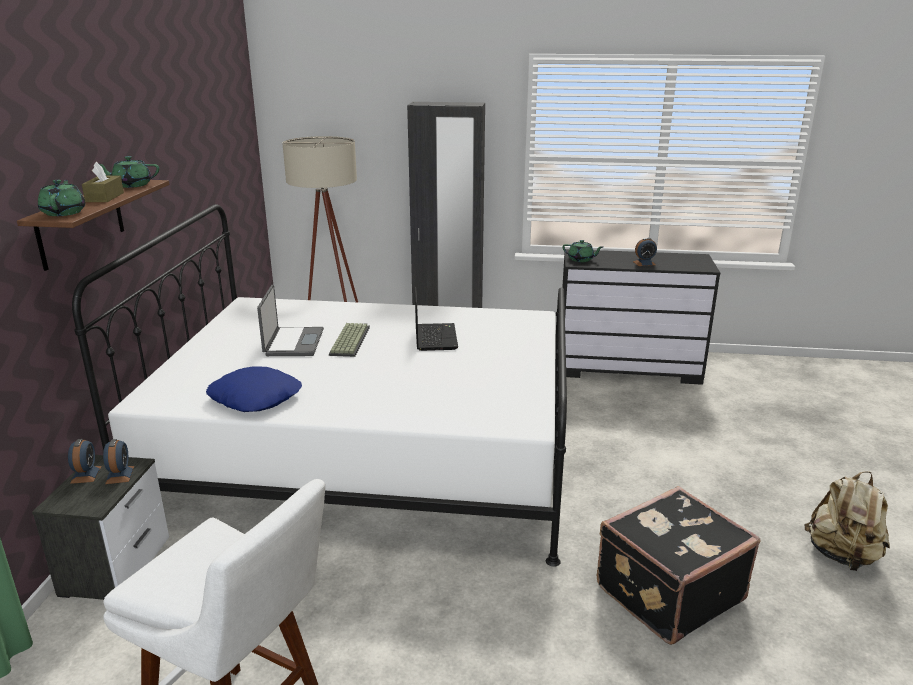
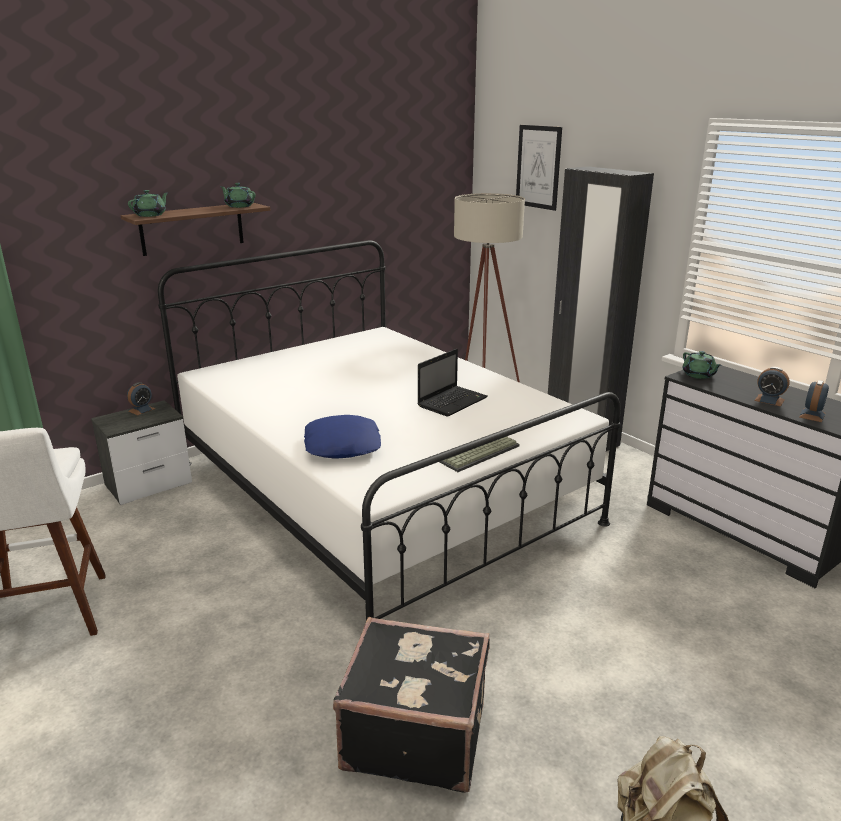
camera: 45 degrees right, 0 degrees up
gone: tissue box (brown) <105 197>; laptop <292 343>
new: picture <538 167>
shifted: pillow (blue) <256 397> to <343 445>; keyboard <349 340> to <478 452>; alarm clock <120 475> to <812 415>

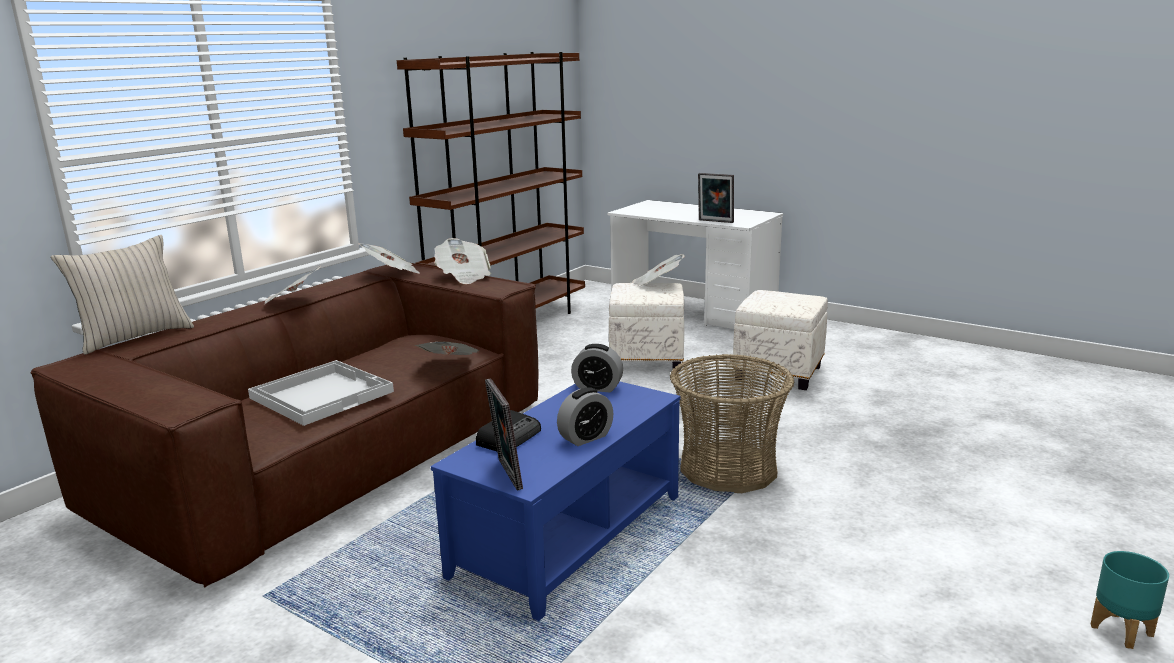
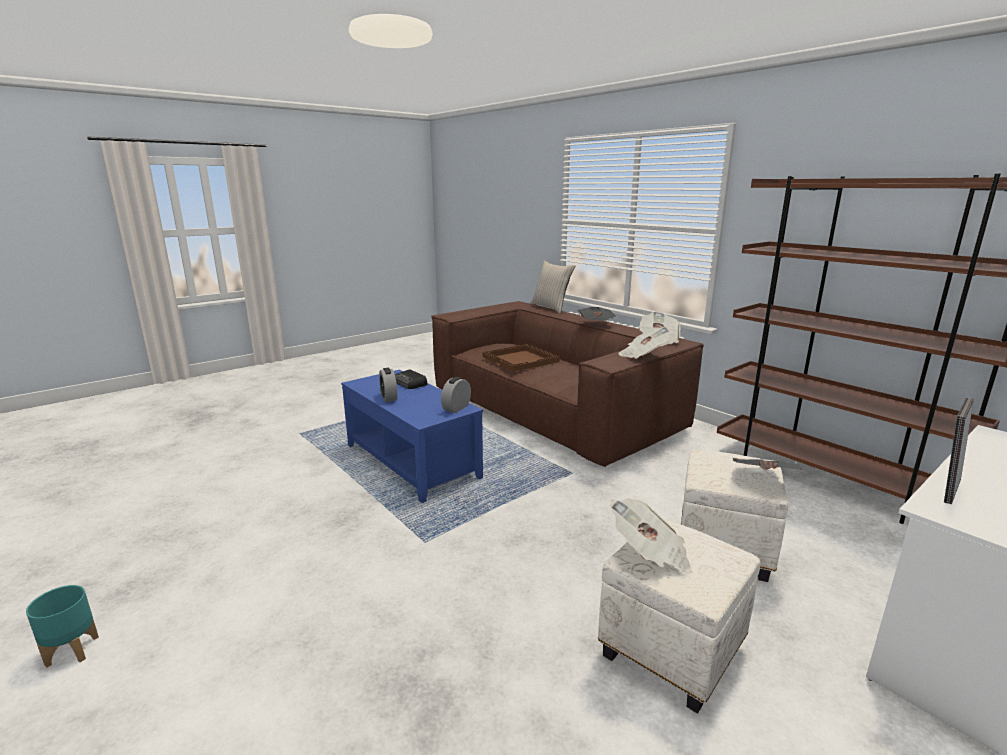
camera: 105 degrees right, 0 degrees up
gone: picture frame <506 475>; basket <728 468>
shifted: newspaper <450 365> to <650 554>
repainted: tray (white) <322 394> to tray (brown) <521 359>

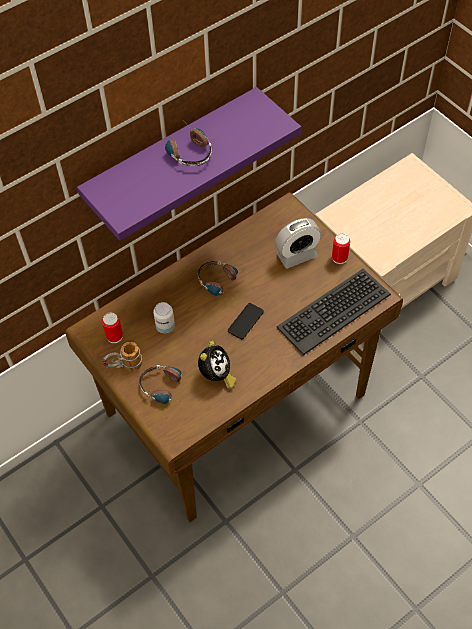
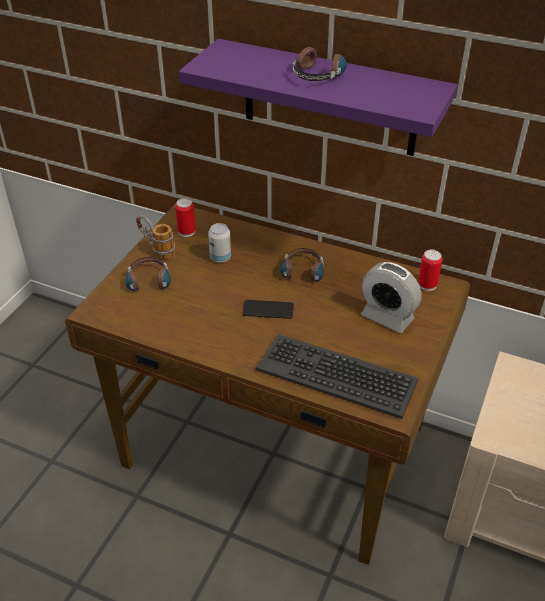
camera: 60 degrees right, 15 degrees down
gone: alarm clock <216 376>
shifted: can <339 258> to <427 284>

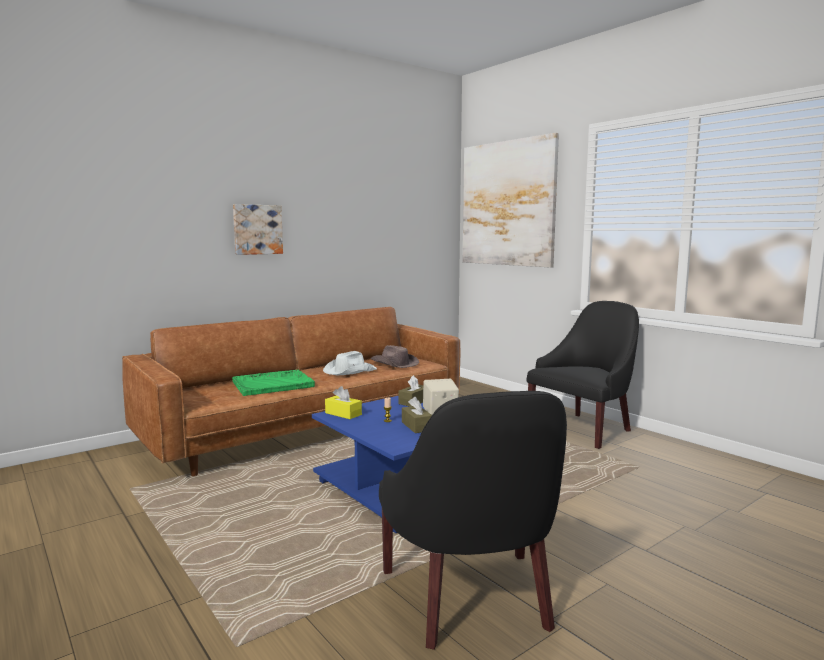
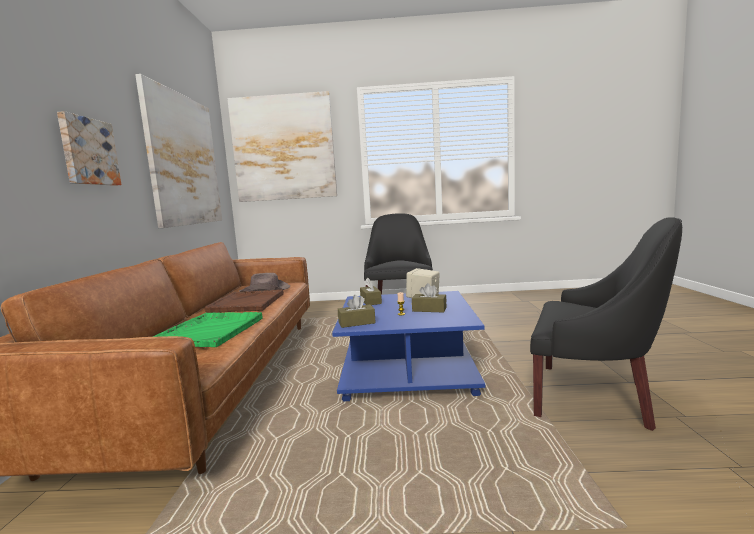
camera: 50 degrees left, 0 degrees up
new: picture <184 160>
swapped: hat (white) <349 371> to tray (brown) <246 303>
repainted: tissue box (yellow) <343 414> to tissue box (brown) <356 323>

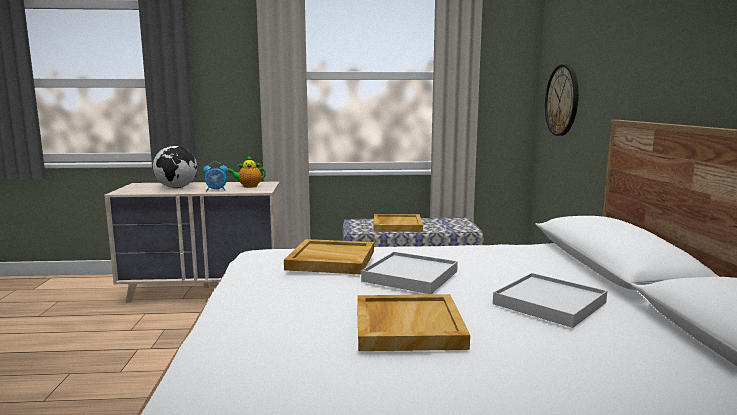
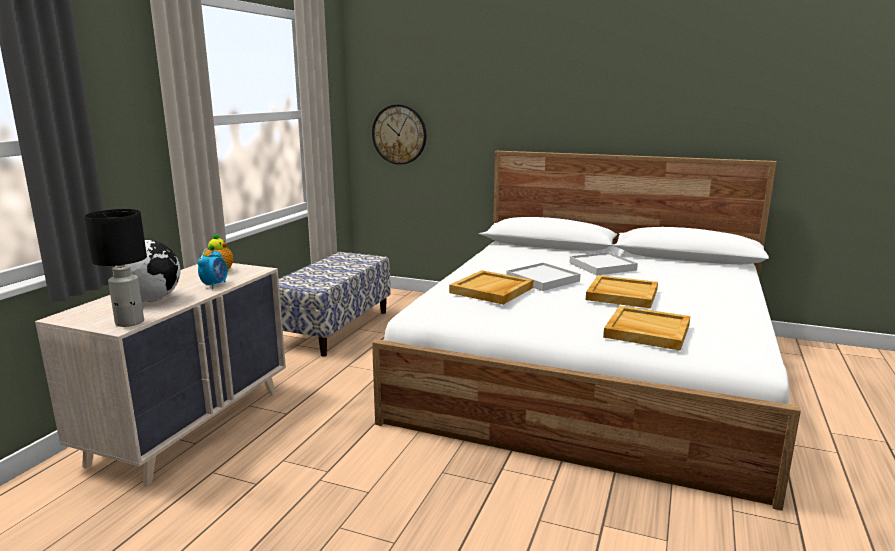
camera: 65 degrees left, 5 degrees up
new: table lamp (black) <130 322>
shifted: tray (beige) <396 225> to <646 331>

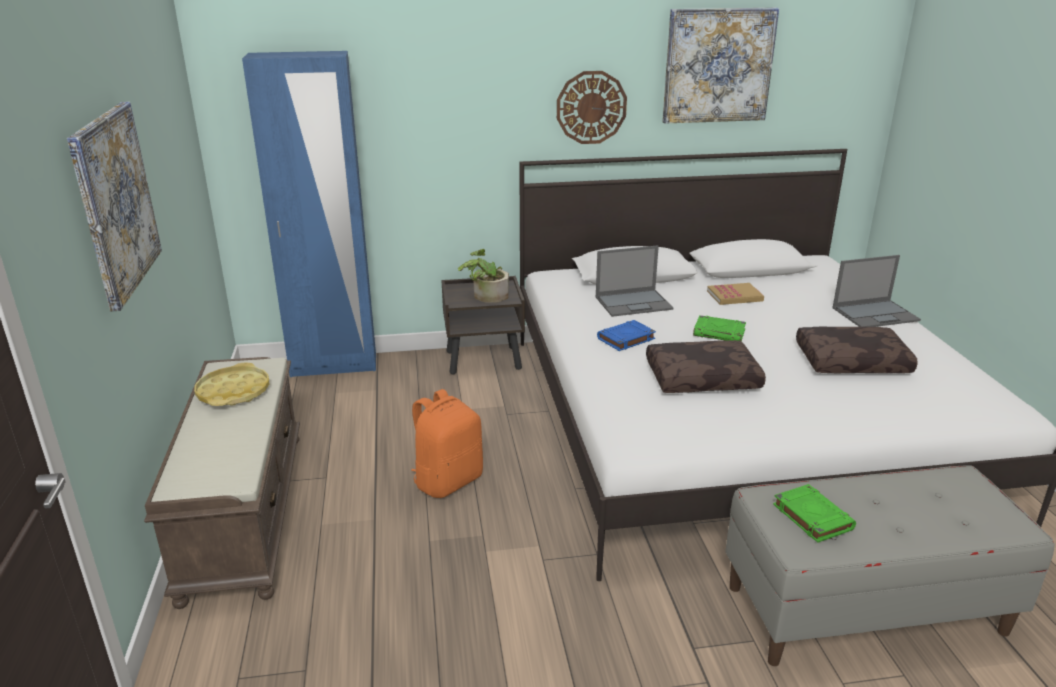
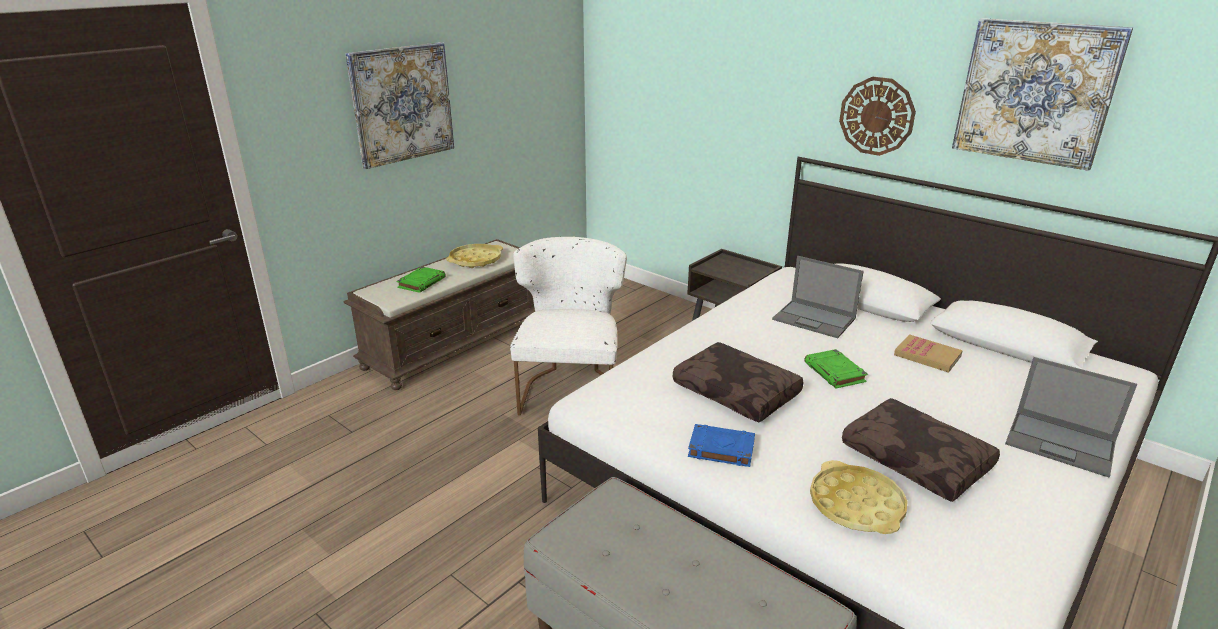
camera: 50 degrees right, 0 degrees up
gone: wardrobe (blue) <333 366>; potted plant <486 295>
new: tray (yellow) <856 505>
shifted: book (green) <811 516> to <421 282>; book (blue) <625 339> to <720 449>
swapped: backpack (orange) <448 481> to chair (white) <571 389>

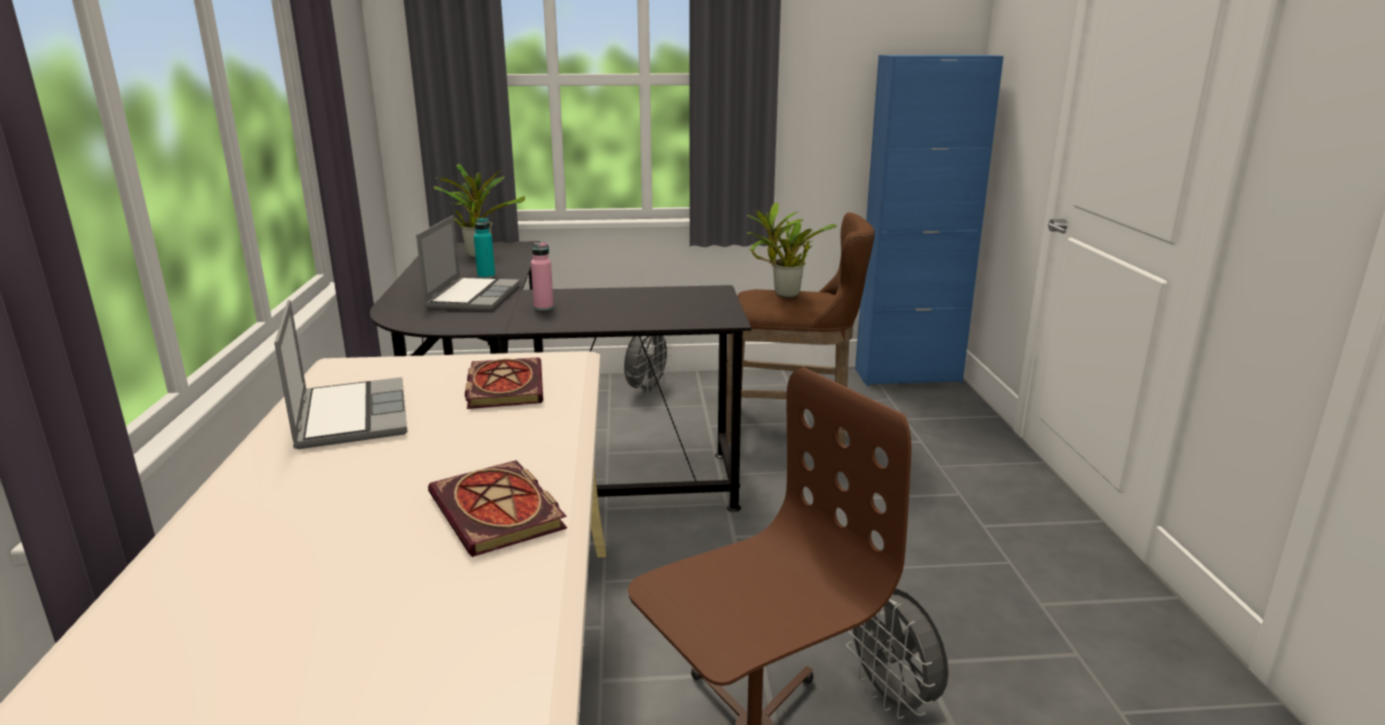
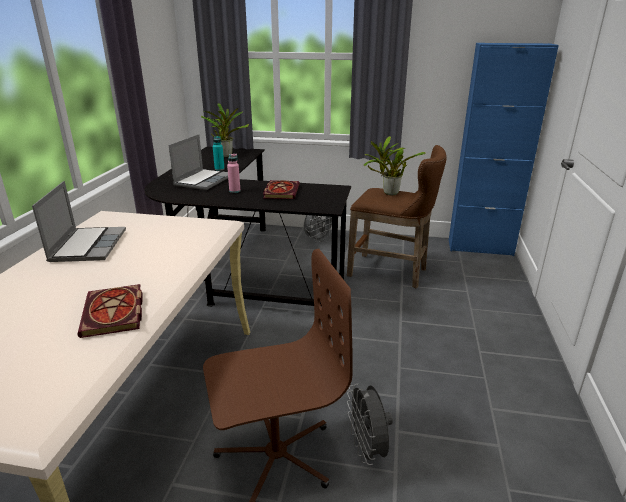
camera: 15 degrees right, 5 degrees up
shifted: book <503 386> to <280 191>

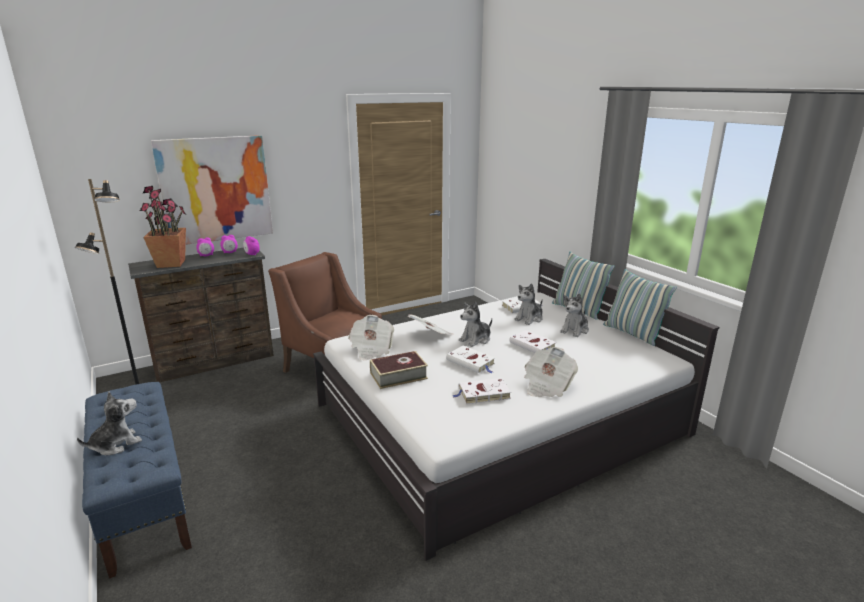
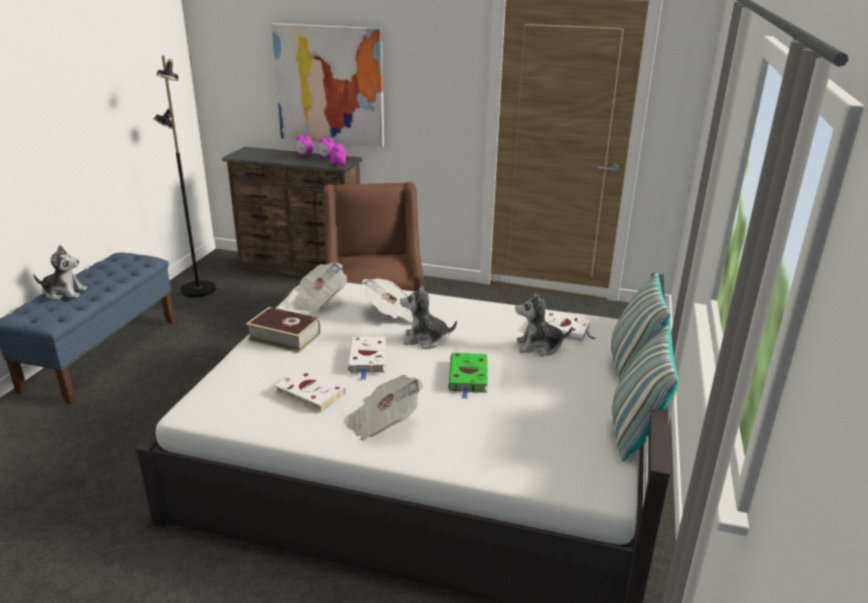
camera: 45 degrees right, 5 degrees up
gone: potted plant <171 263>; plush toy <575 330>
repainted: book (white) <533 346> to book (green) <468 377>

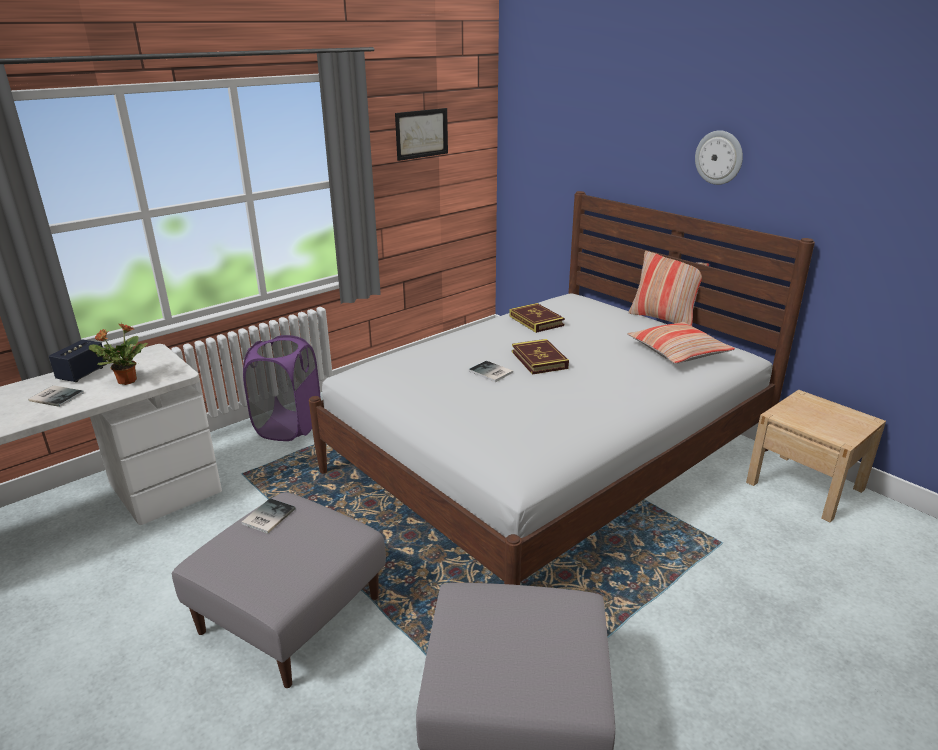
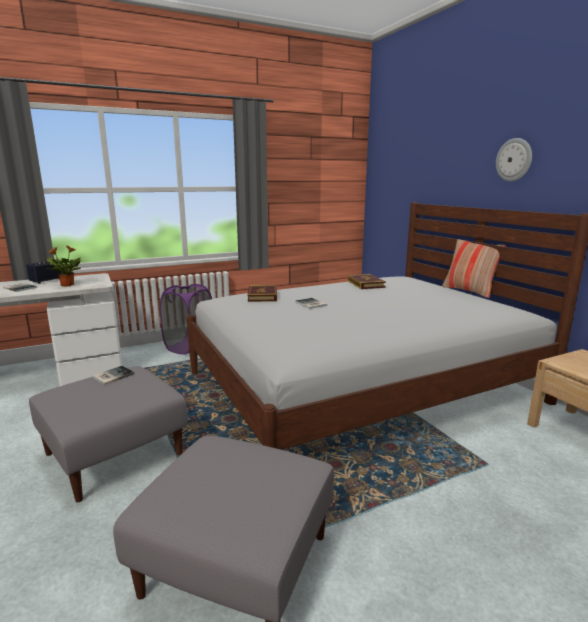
camera: 15 degrees right, 10 degrees down
gone: picture <421 133>; pillow <678 352>
shifted: book <539 360> to <262 296>

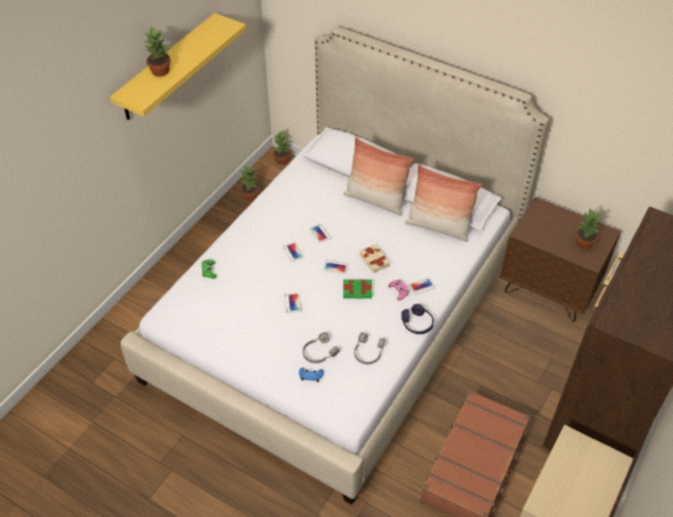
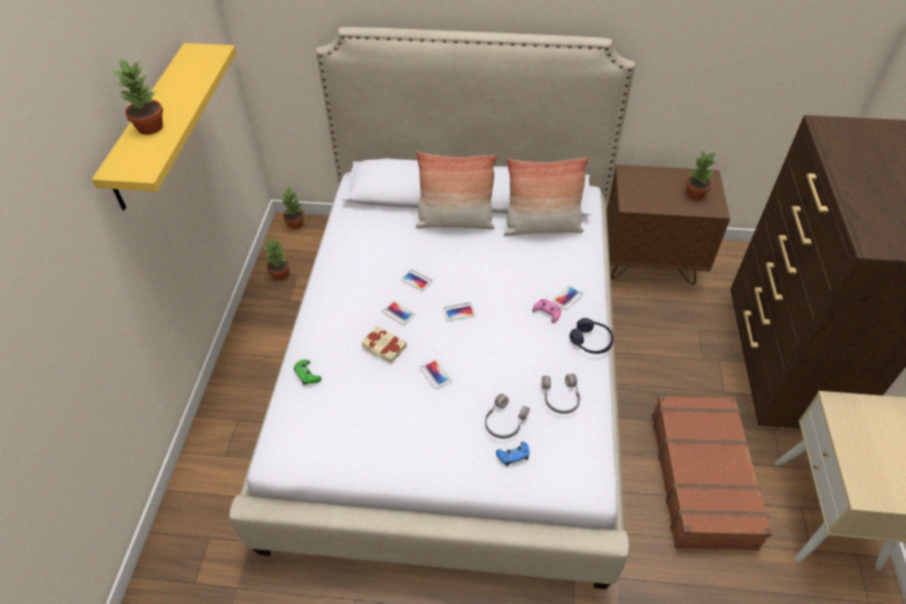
camera: 25 degrees left, 0 degrees up
gone: book (green) <357 291>
shifted: book (beige) <374 261> to <384 347>

